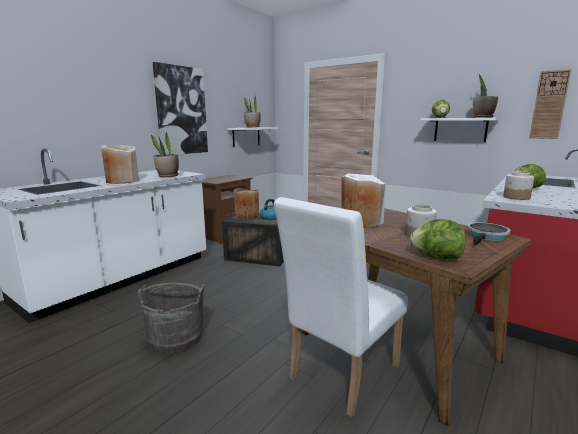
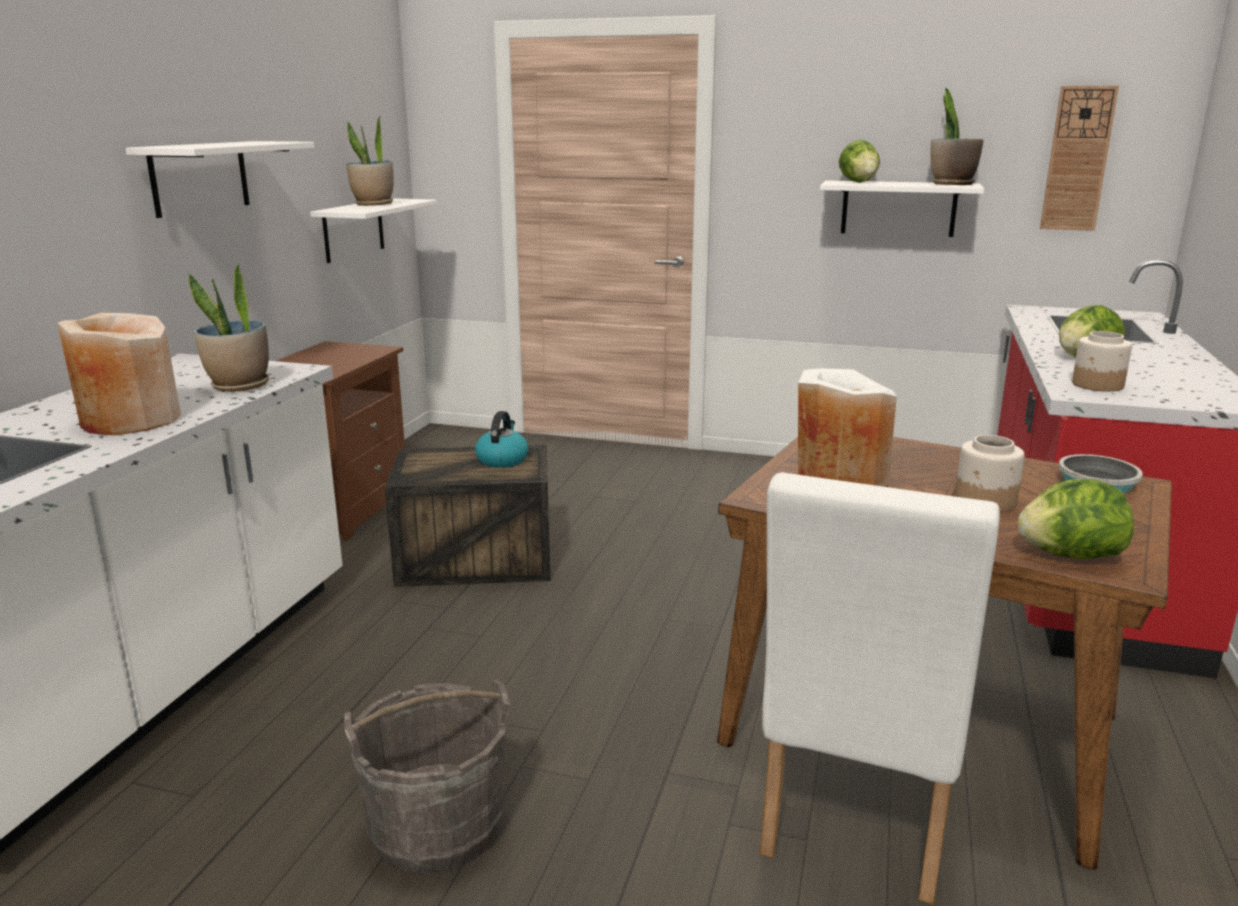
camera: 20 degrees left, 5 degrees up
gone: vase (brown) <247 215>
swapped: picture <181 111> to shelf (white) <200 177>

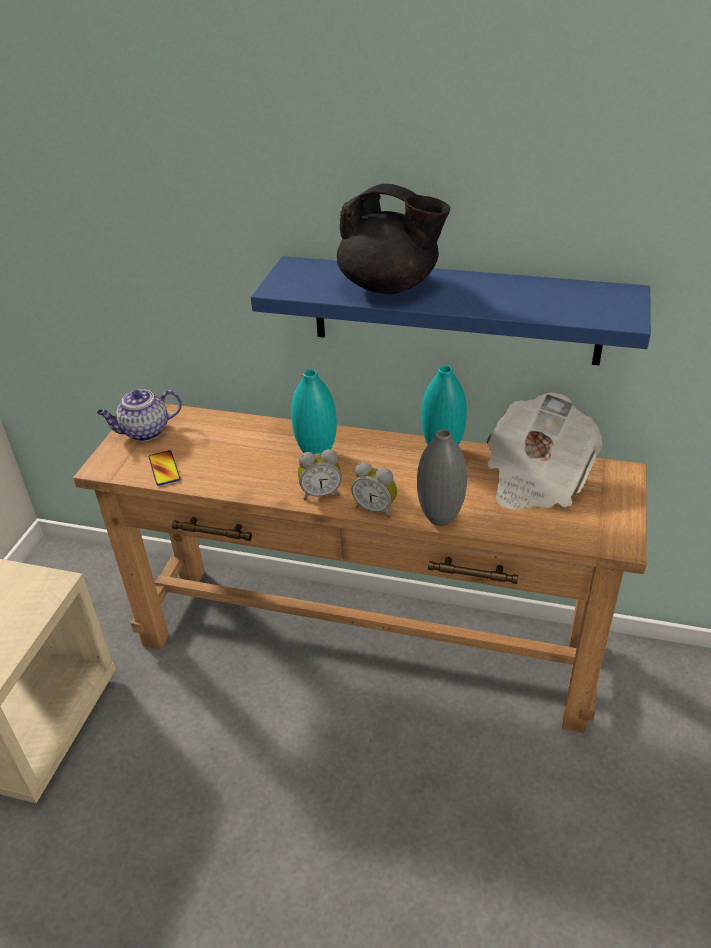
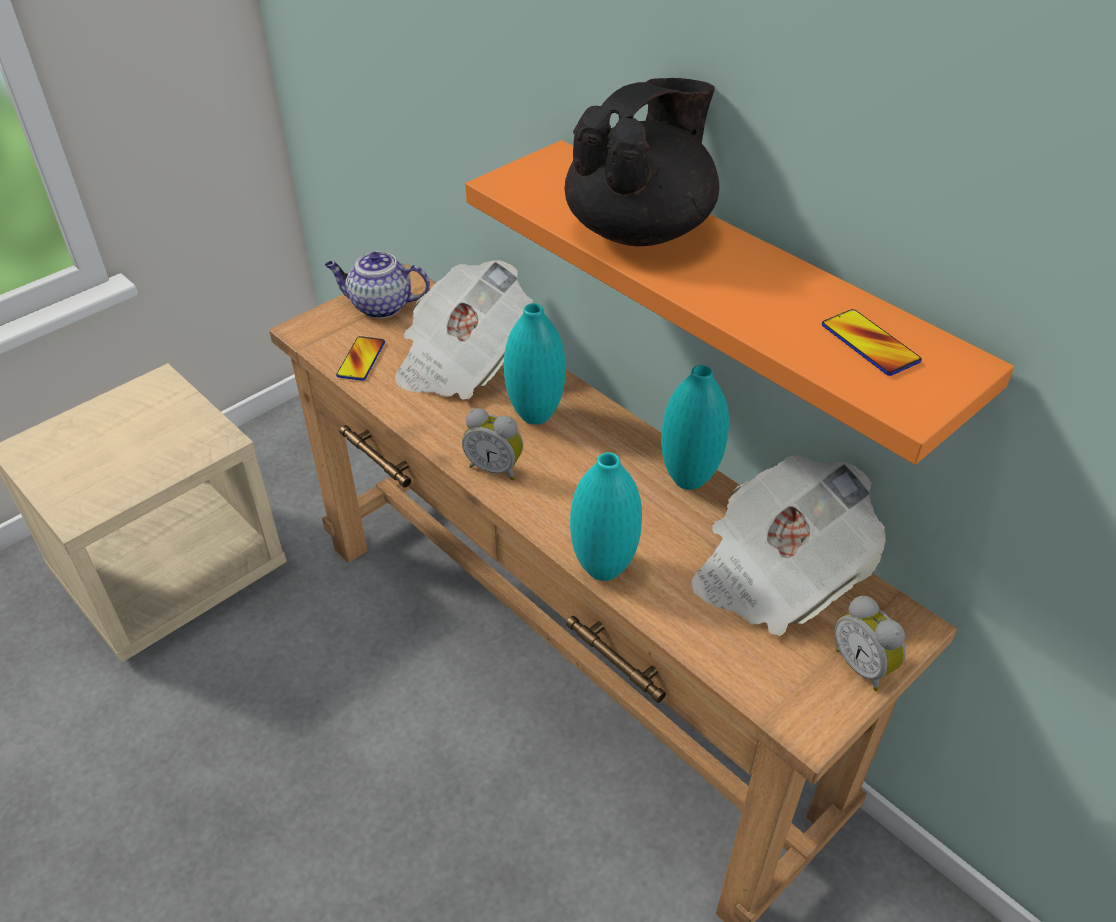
camera: 30 degrees right, 5 degrees up
new: newspaper <462 361>; phone <869 344>
shifted: alarm clock <376 508> to <864 665>
repainted: shelf (blue) <455 310> to shelf (orange) <747 294>; vase (grey) <440 518> to vase (turquoise) <603 568>
rotated: teapot (black) <390 286> = <640 229> 105 degrees counterclockwise

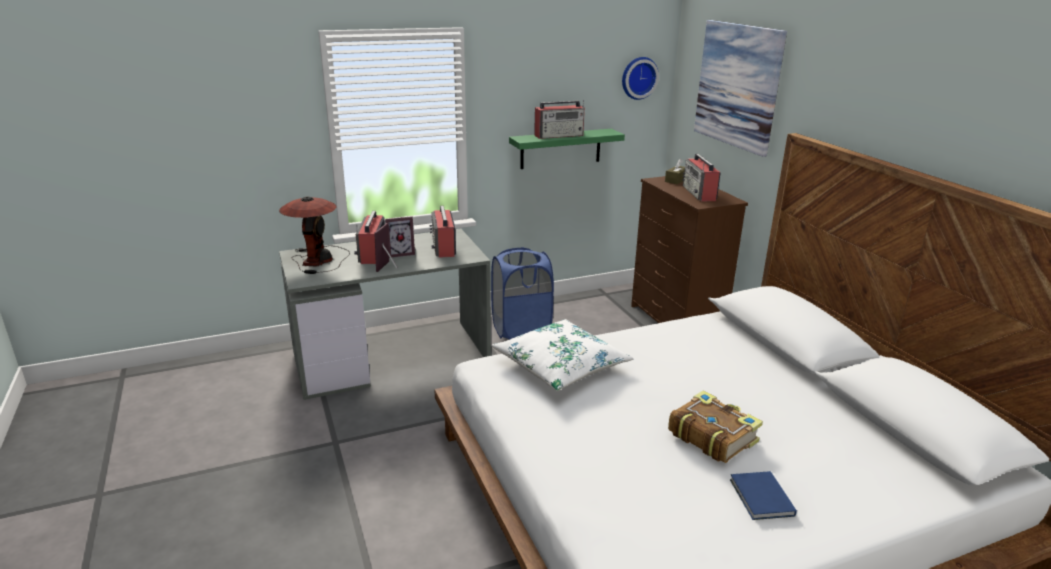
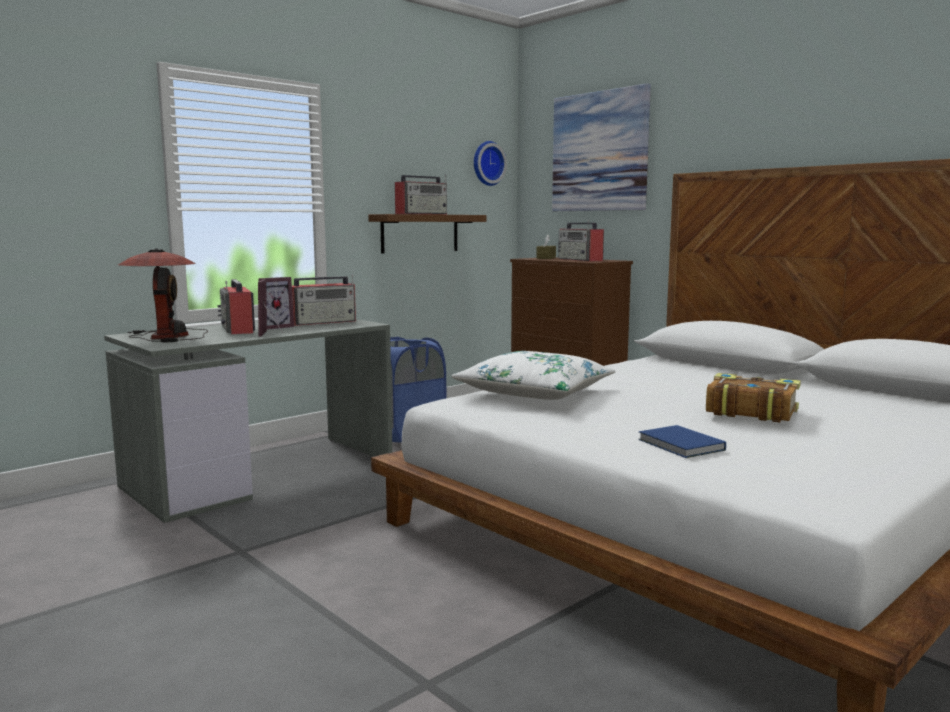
camera: 20 degrees left, 15 degrees down
shifted: book (blue) <761 498> to <681 445>
repainted: shelf (green) <560 148> to shelf (brown) <420 233>
rotated: radio <444 247> = <324 322> 90 degrees counterclockwise

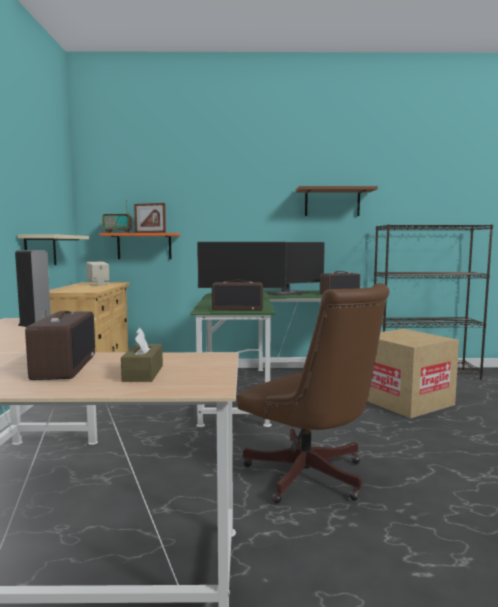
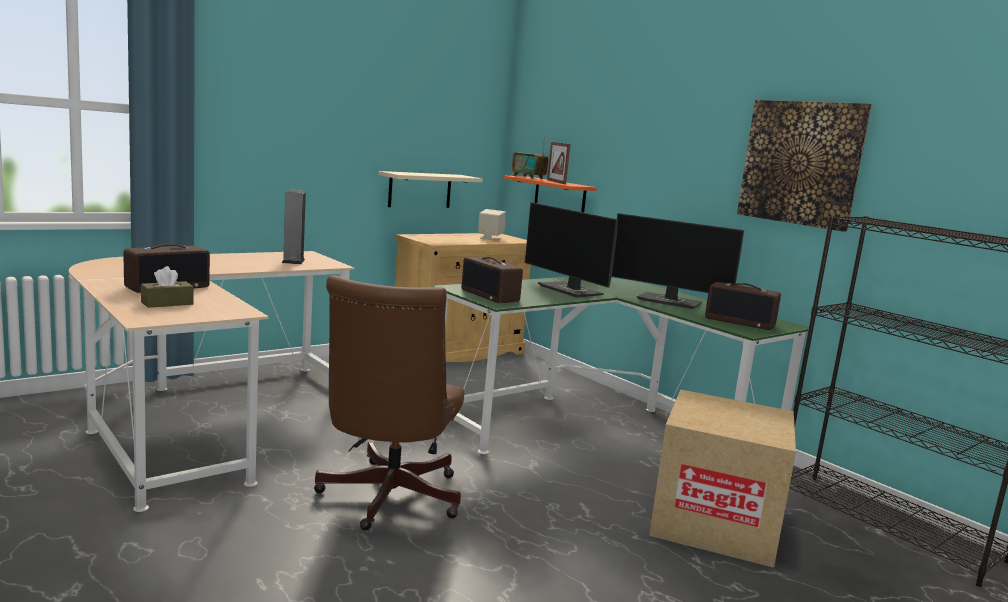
camera: 50 degrees right, 5 degrees up
swapped: shelf (brown) <332 202> to picture <801 163>

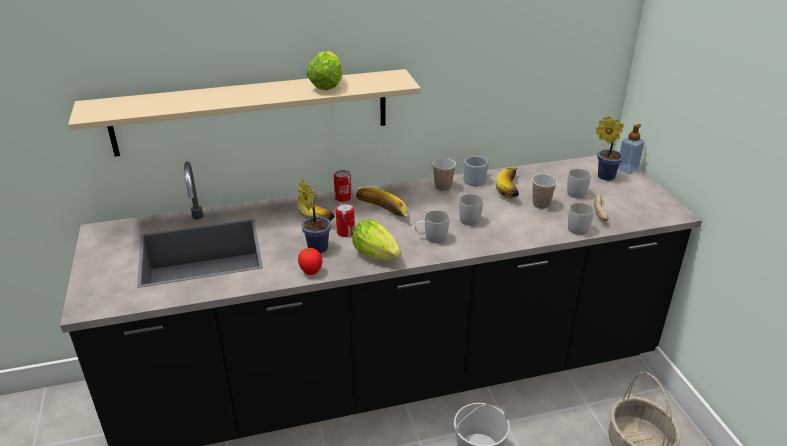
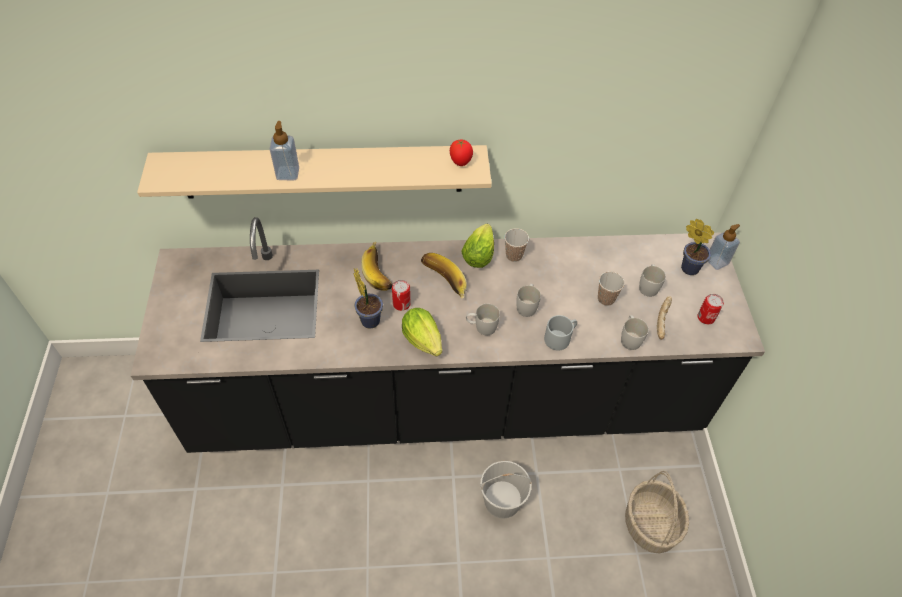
camera: 10 degrees right, 20 degrees up
gone: banana <513 189>
new: soap dispenser <288 173>
shifted: tomato <311 272> to <460 162>; lettuce <327 84> to <479 253>; mug (grey) <477 179> to <560 337>; can <343 198> to <706 317>

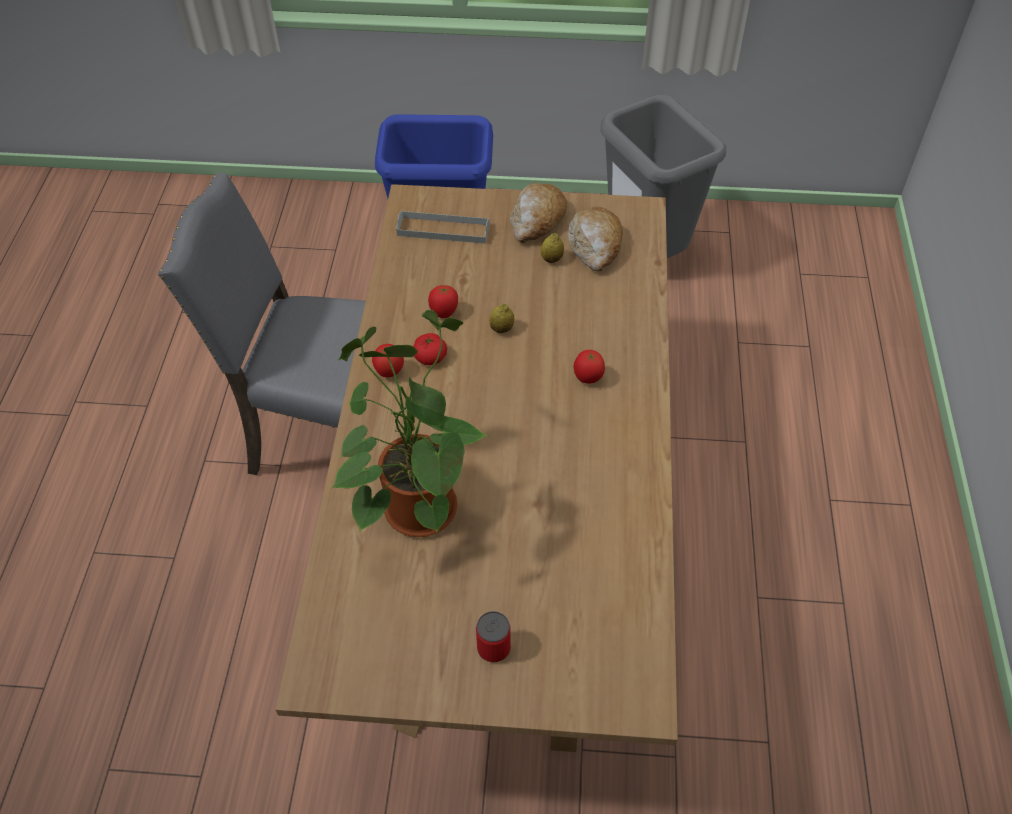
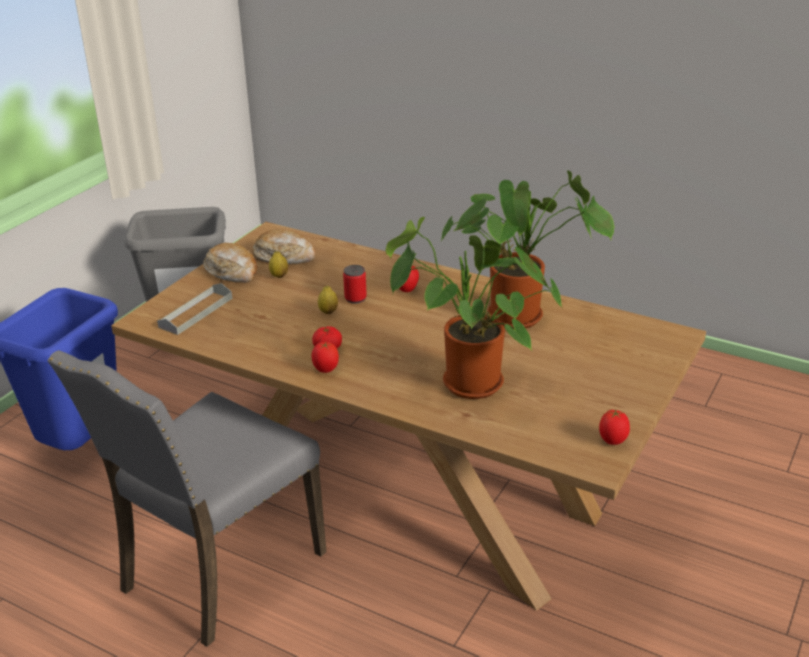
camera: 65 degrees left, 20 degrees down
new: potted plant <521 315>
shifted: can <493 648> to <355 298>; tomato <444 313> to <613 441>

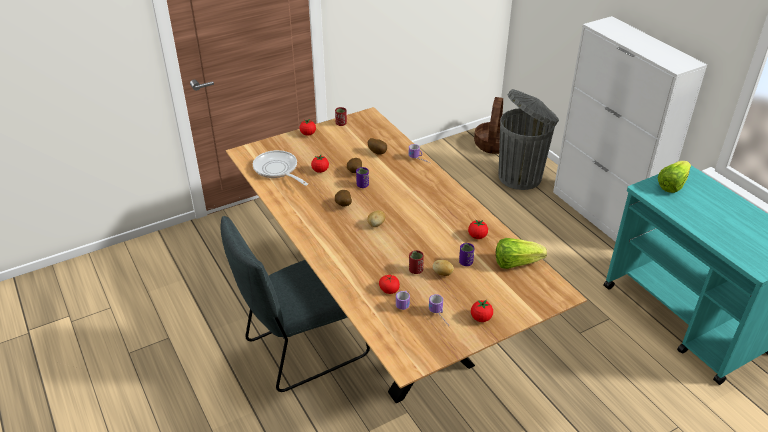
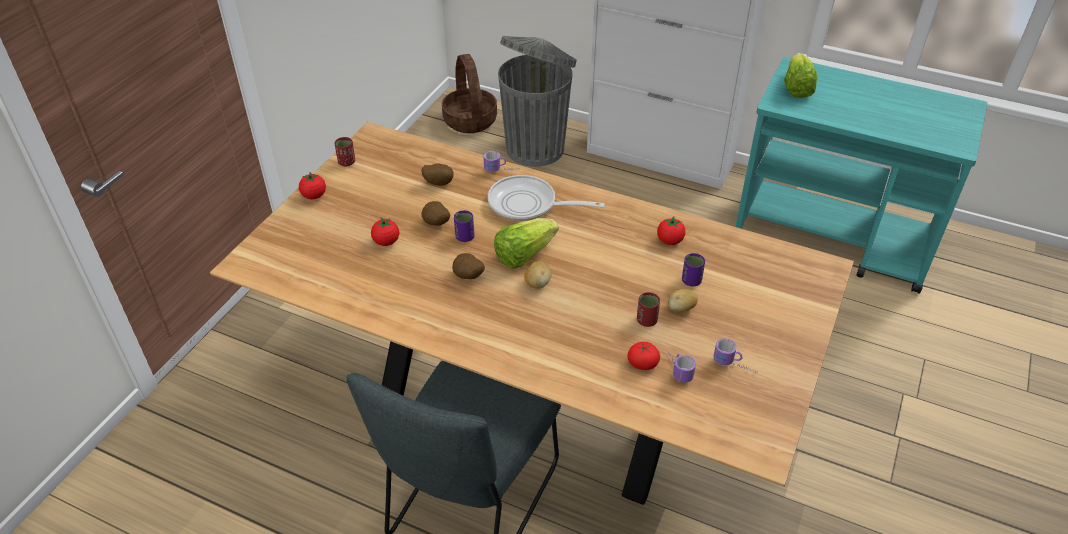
camera: 35 degrees left, 5 degrees up
gone: tomato <481 318>
shifted: frying pan <277 170> to <528 205>; lettuce <516 263> to <524 254>

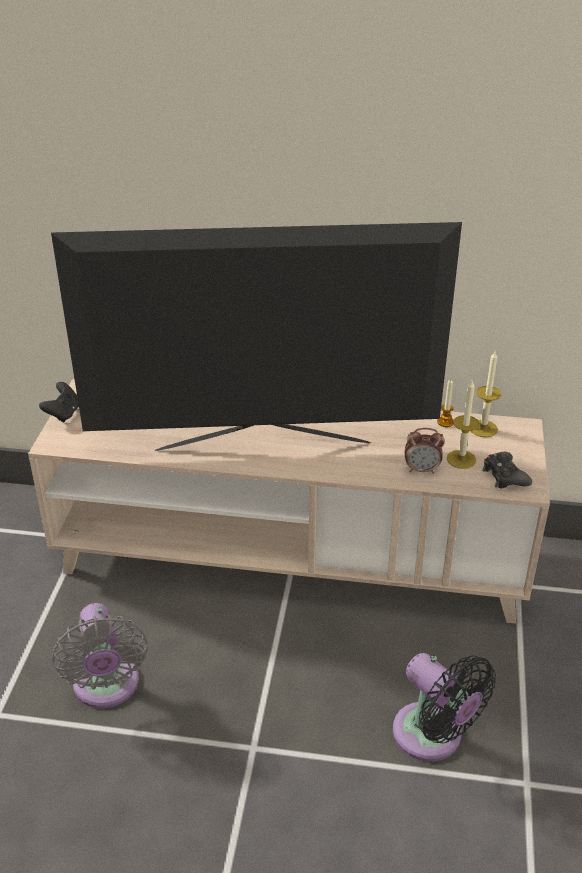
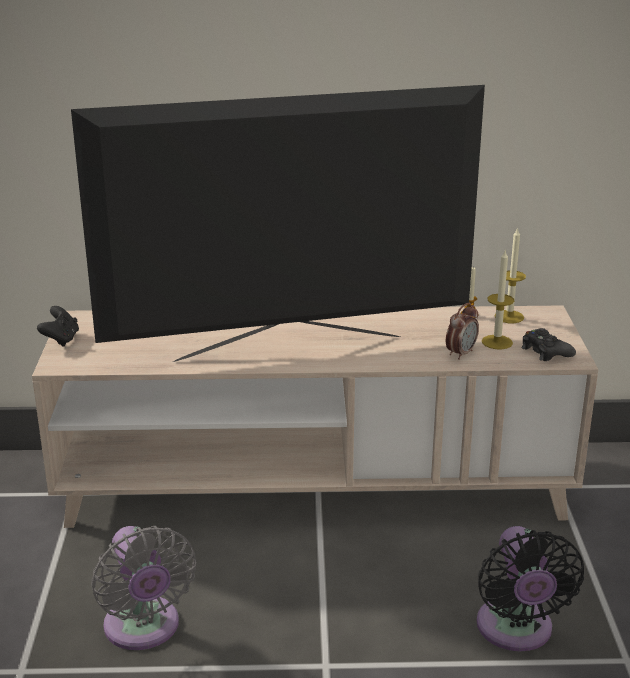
camera: 10 degrees left, 10 degrees down
rotated: alarm clock <422 469> = <461 353> 45 degrees counterclockwise; fan (black) <433 737> = <516 631> 45 degrees clockwise

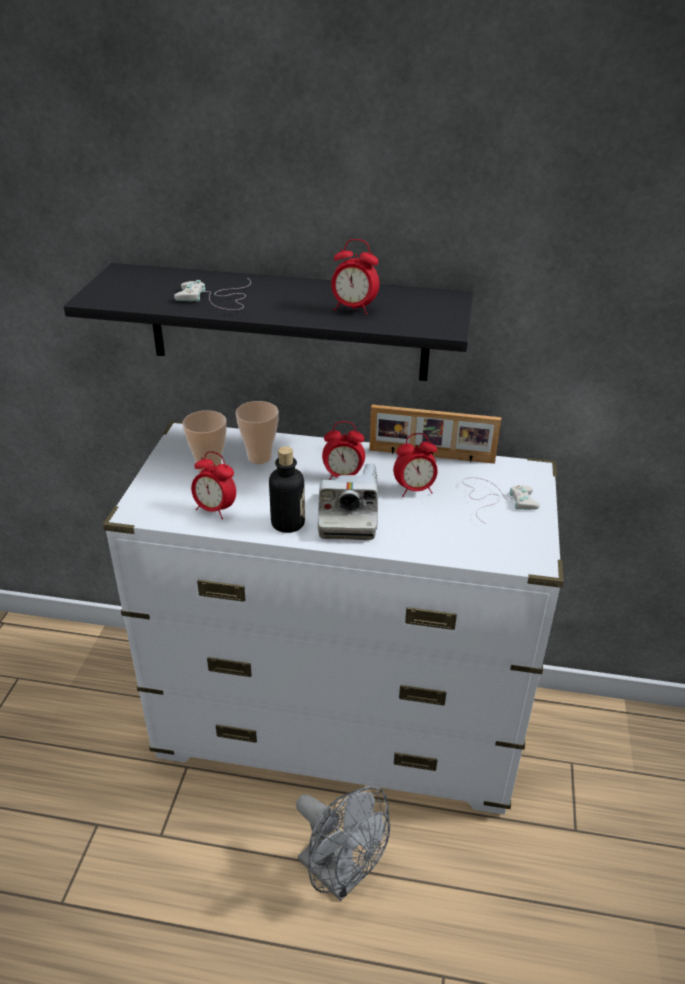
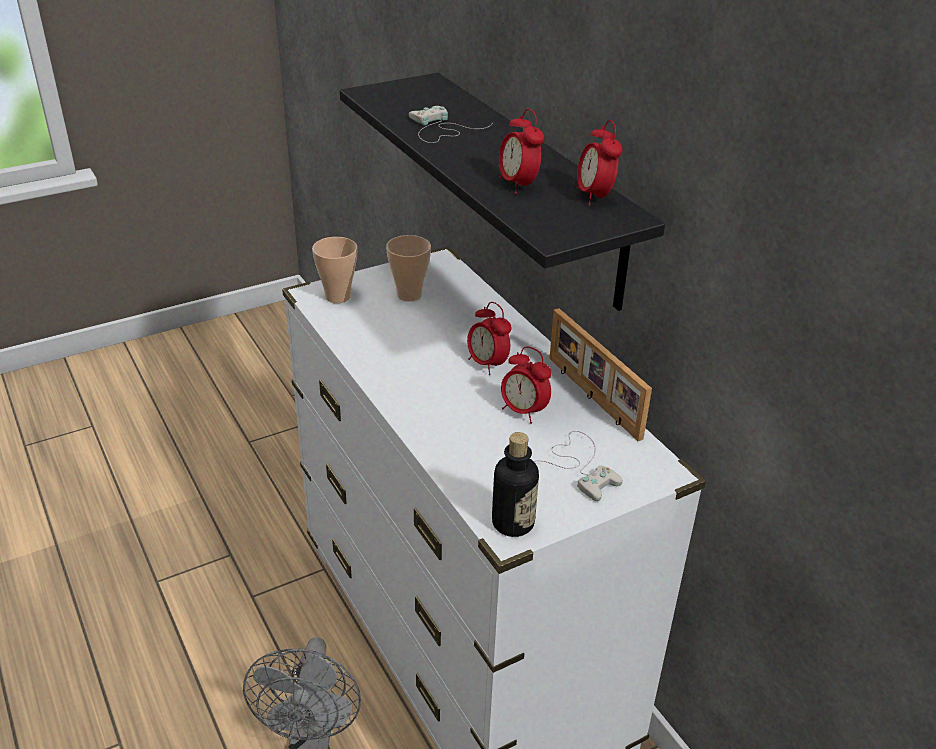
camera: 50 degrees right, 0 degrees up
gone: photo camera <348 517>
shifted: cup <259 457> to <338 296>; bottle <288 523> to <513 523>; alarm clock <215 510> to <594 197>

